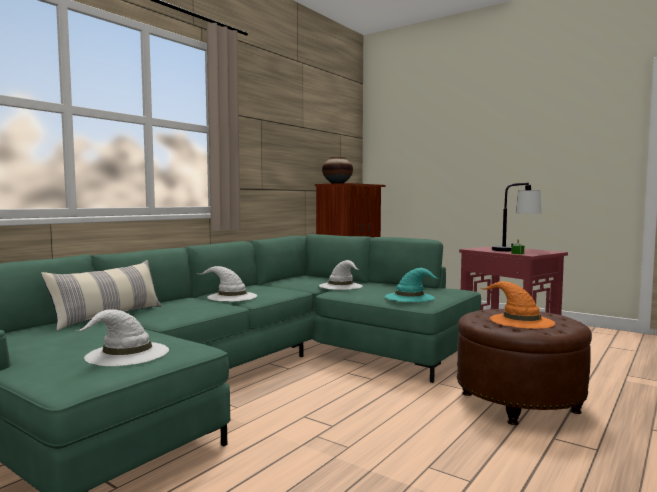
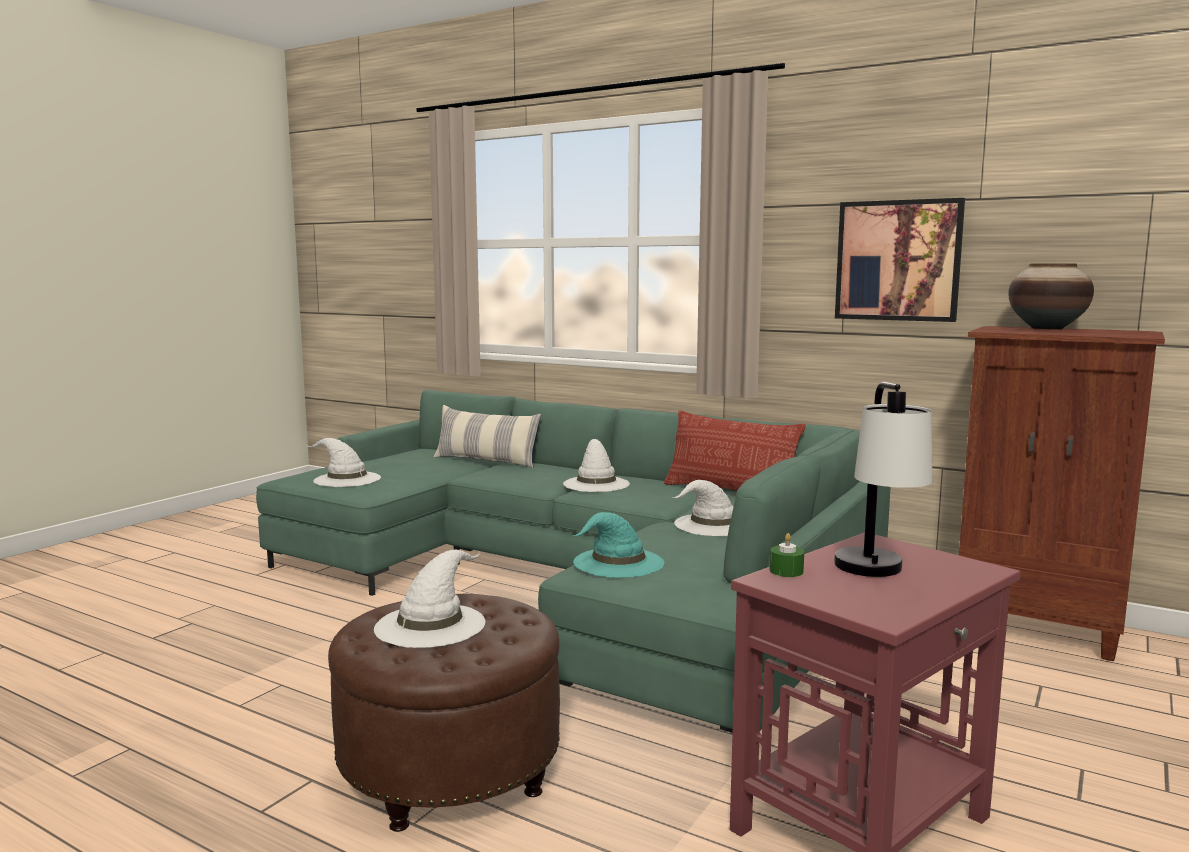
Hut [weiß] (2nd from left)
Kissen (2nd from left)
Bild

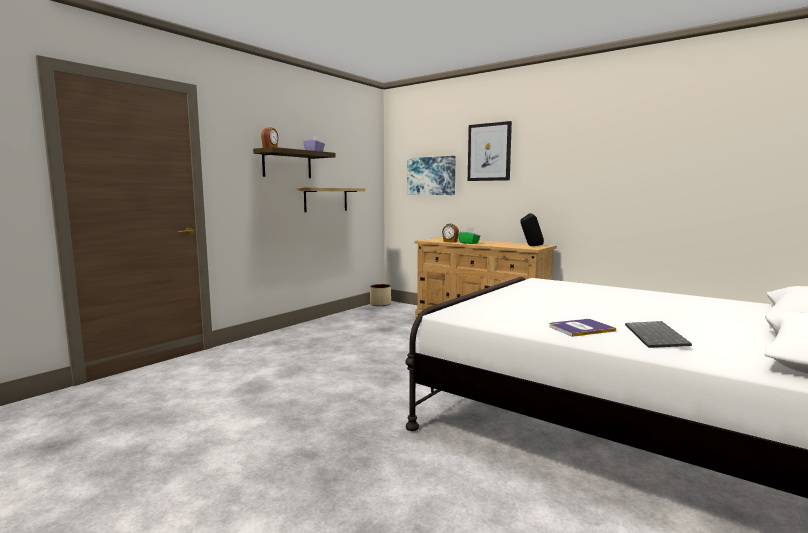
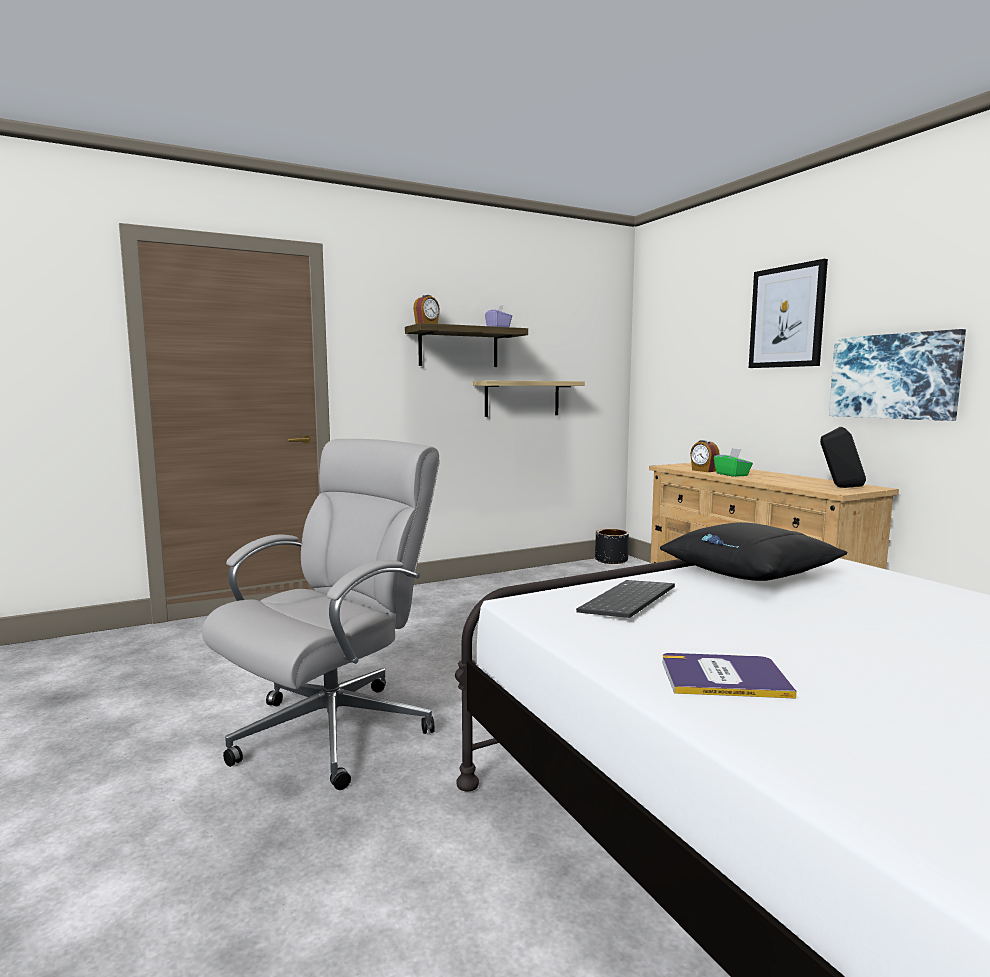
Bürostuhl [grau]
Tastatur
Pflanzkübel [schwarz]
Kissen [schwarz]
Bild (2nd from left)

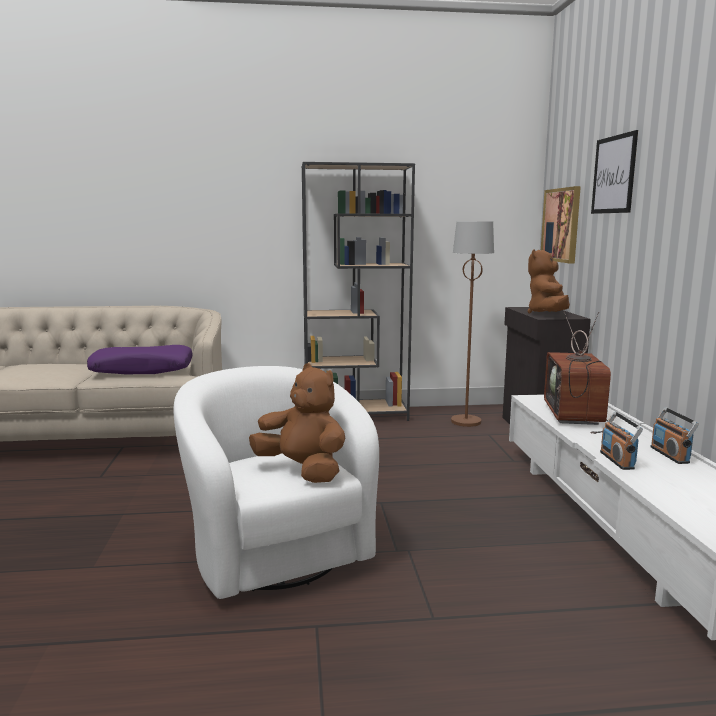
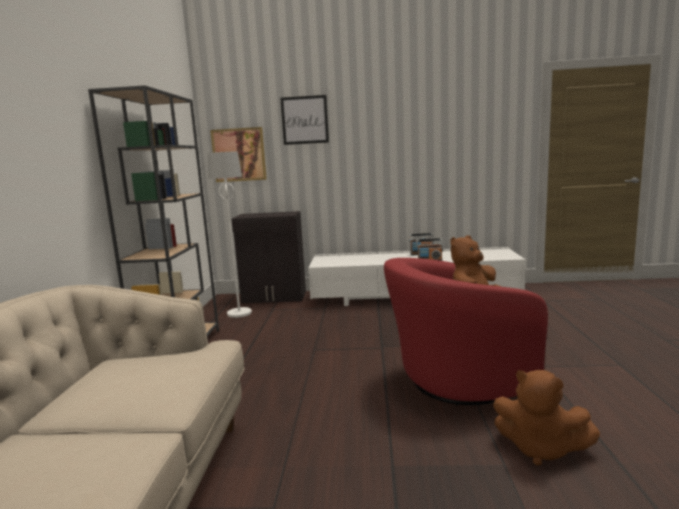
Stehlampe [weiß]
Sessel [rot]
Plüschtier [braun] (2nd from left)
Kissen [lila]
Fernseher

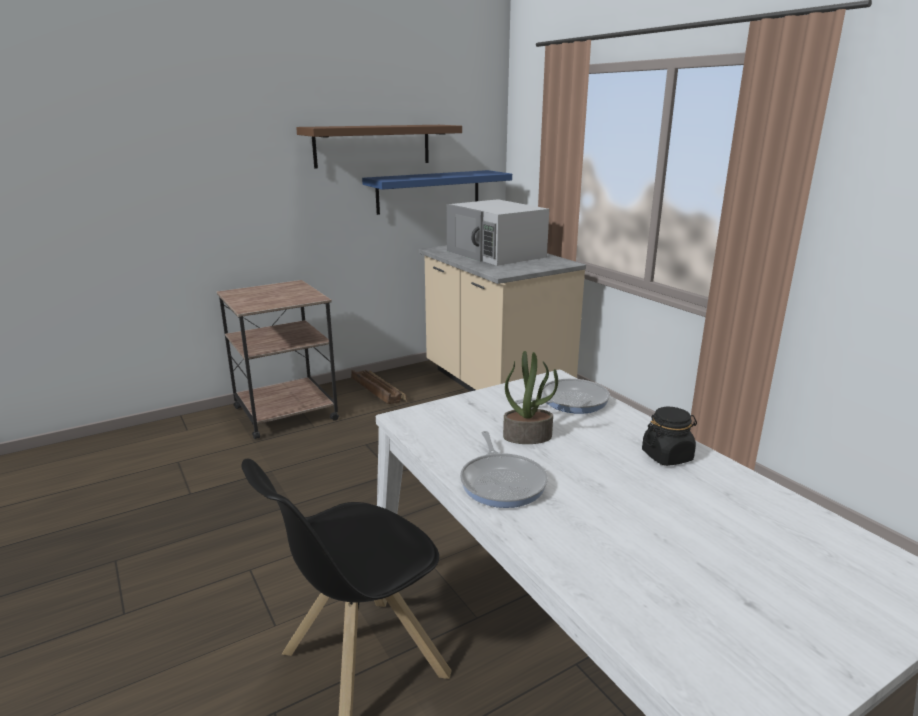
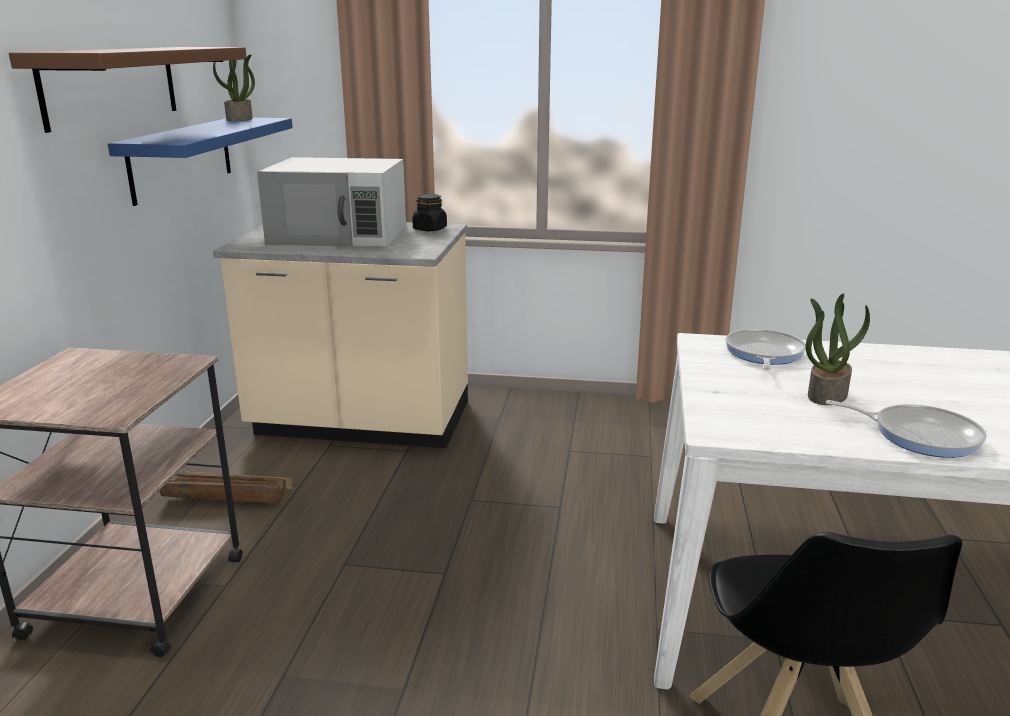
Topfpflanze (1st from left)
Vorratsglas [schwarz]

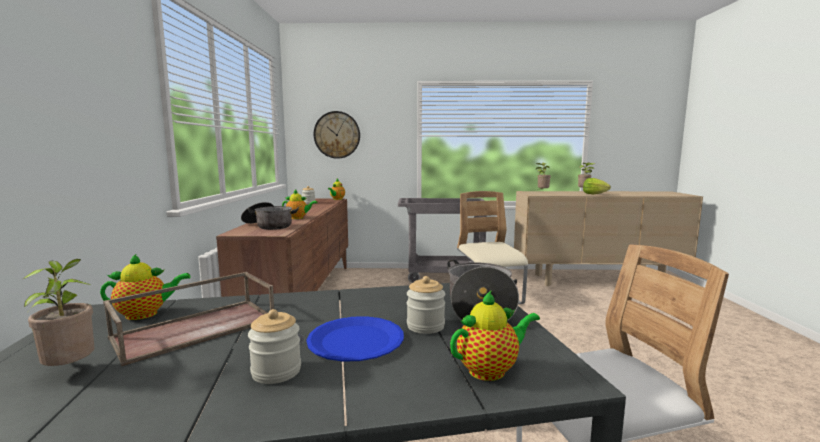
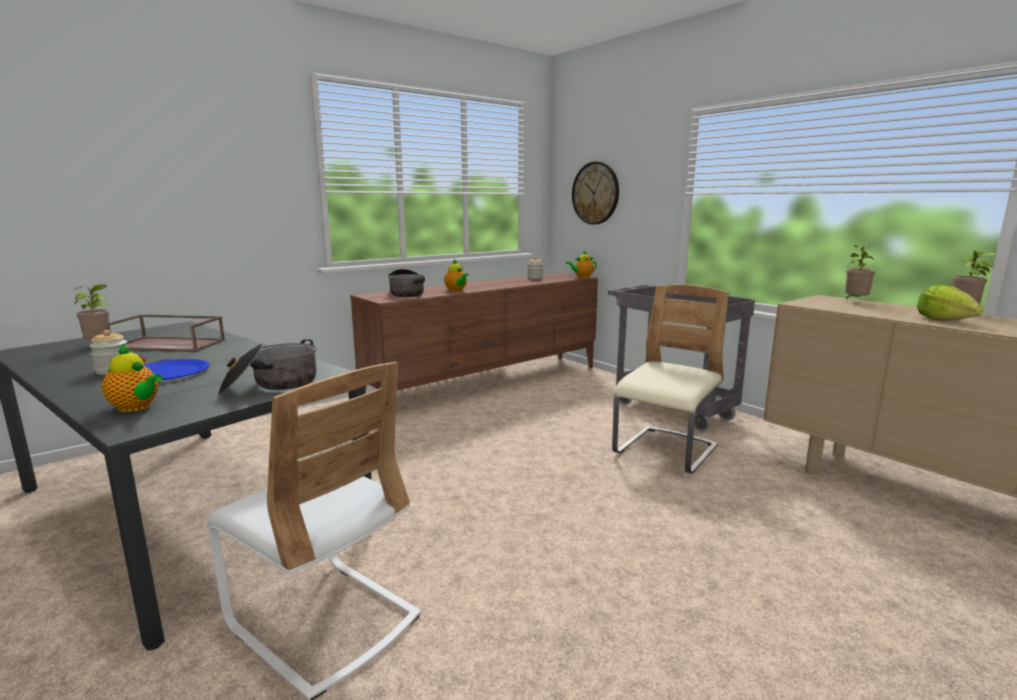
Teekanne (1st from left in the first image)
Vorratsglas (3rd from left in the first image)

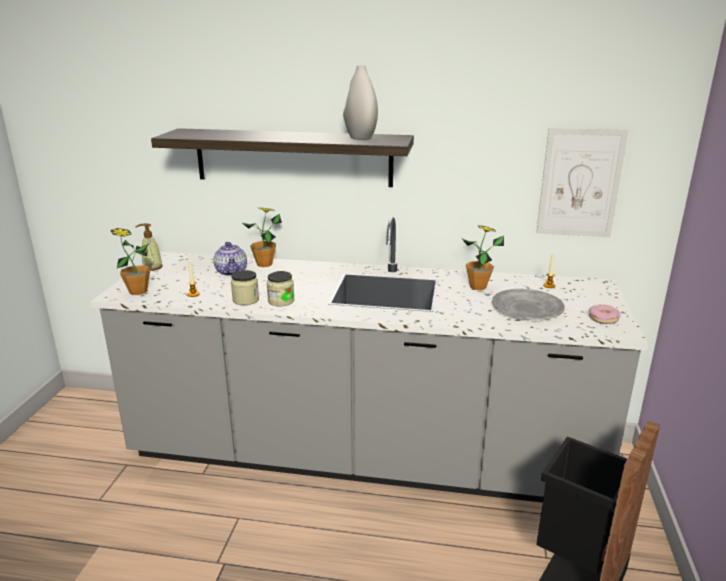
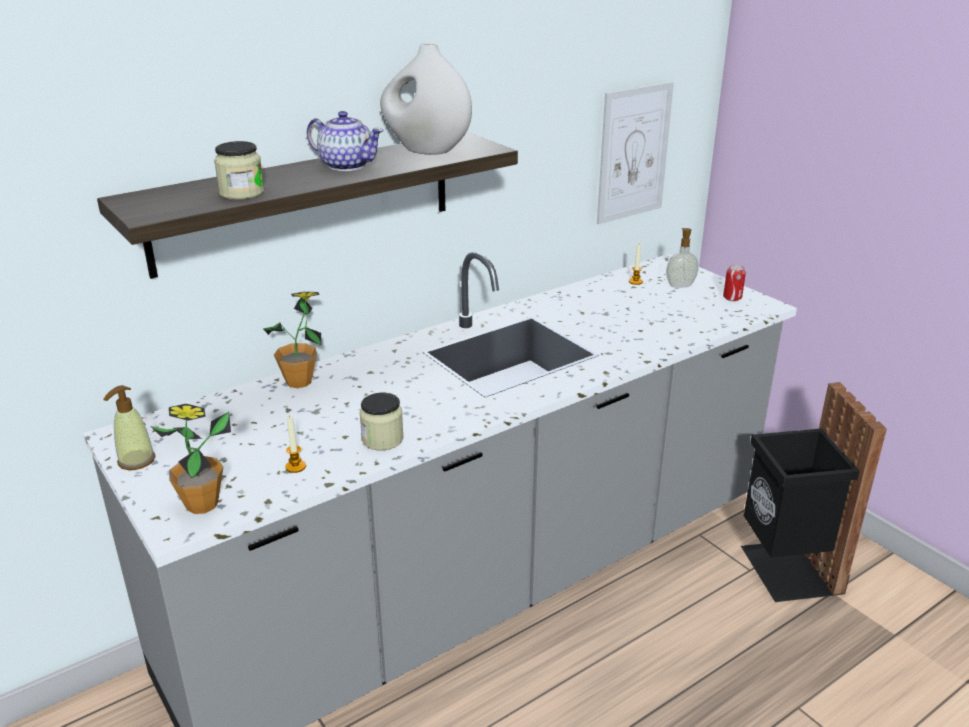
Vorratsglas (1st from left)
Teekanne
Seifenspender (2nd from left)
Dose
Topfpflanze (3rd from left in the first image)
Teller [grau]

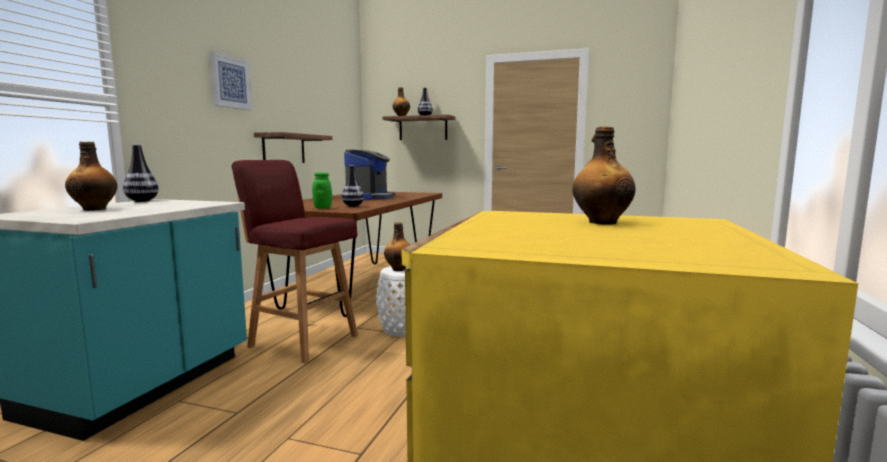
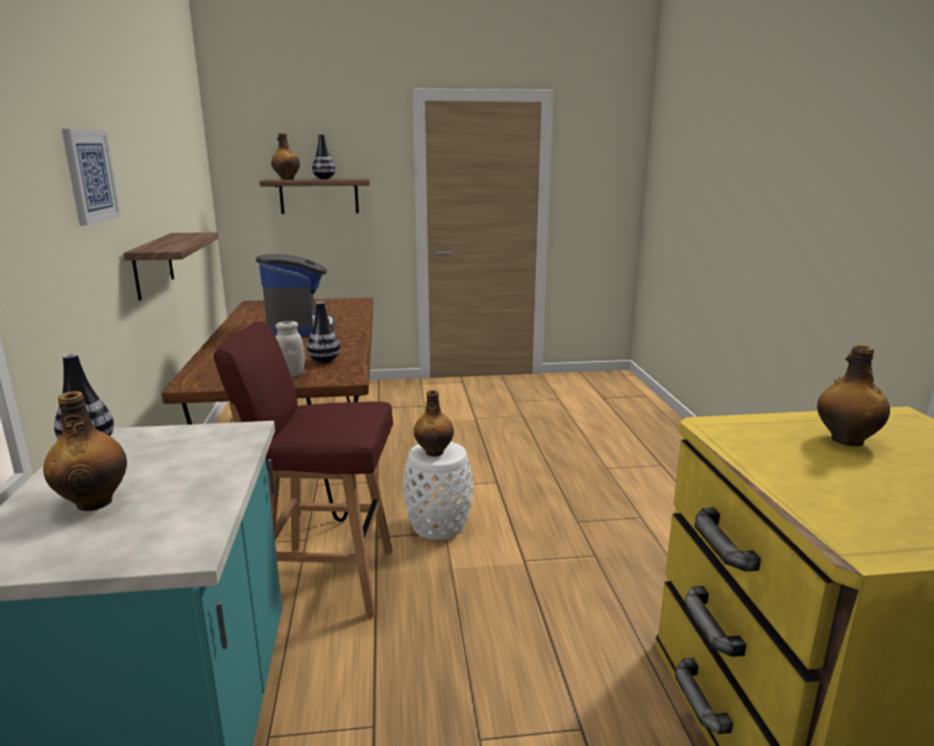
Vorratsglas [weiß]

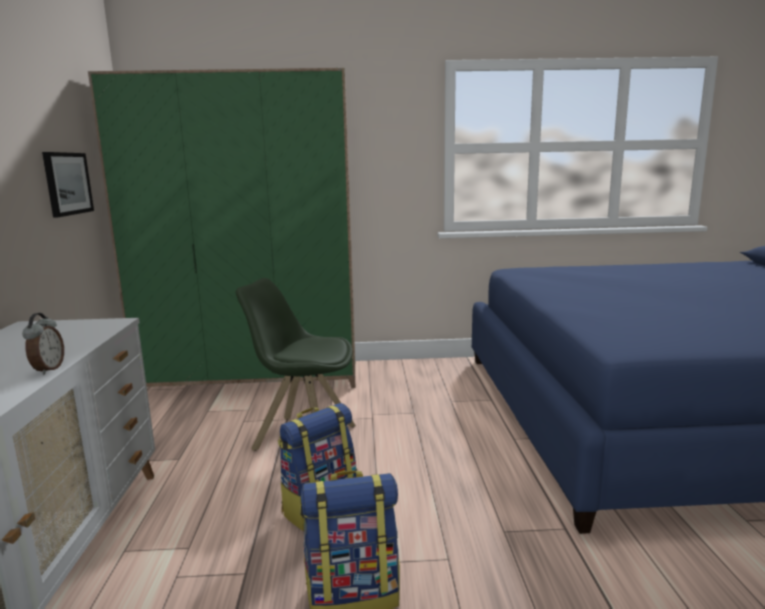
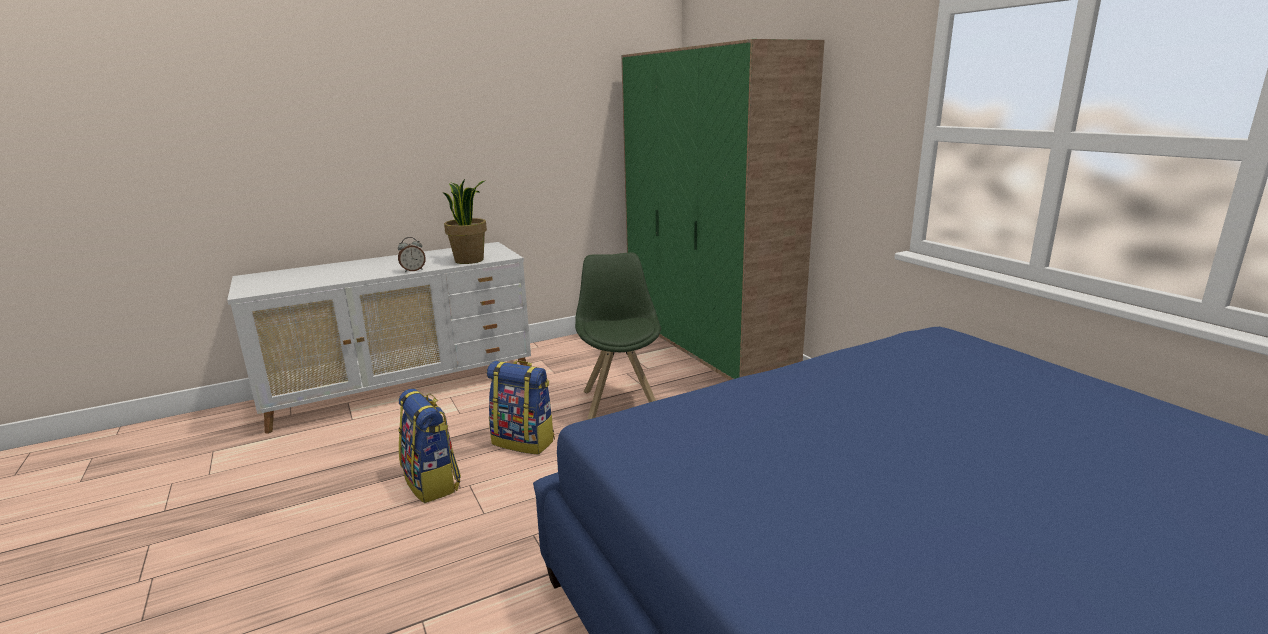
Topfpflanze
Bild

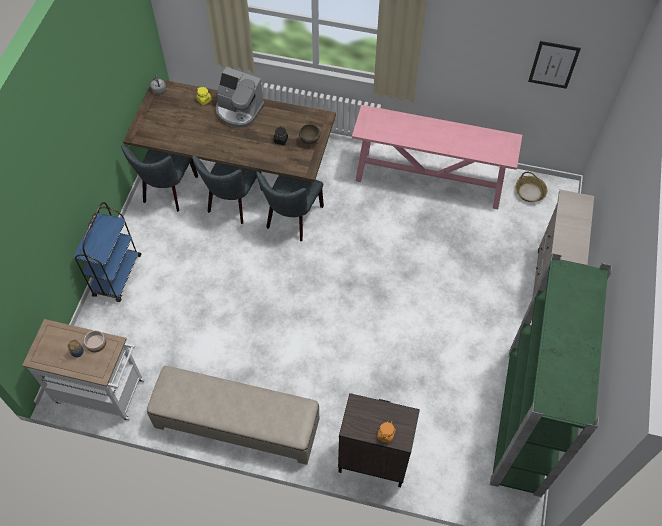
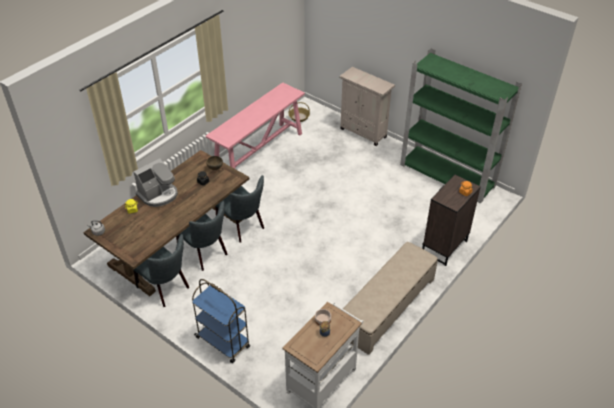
Bild

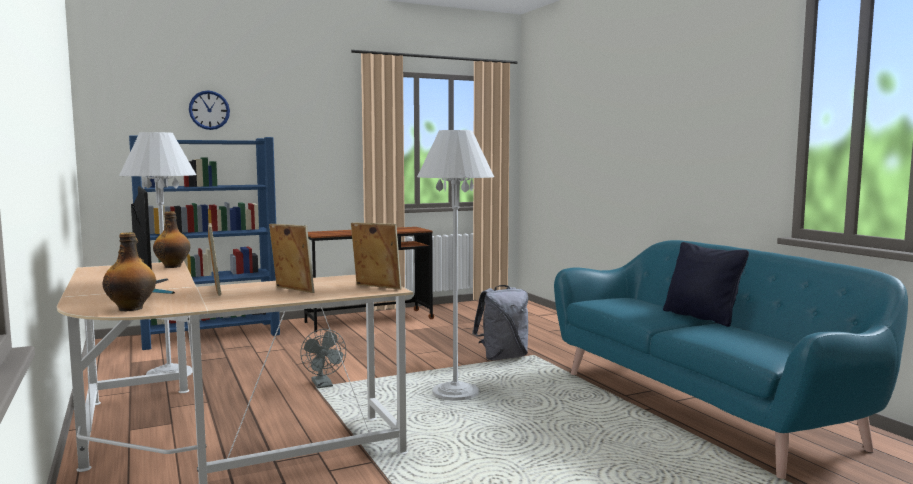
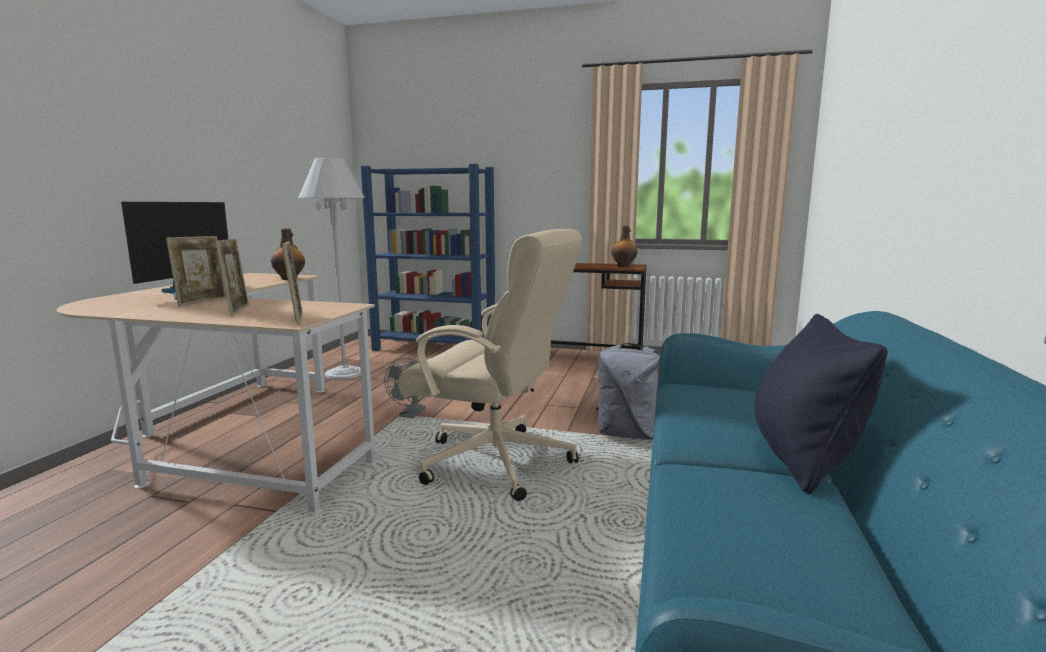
Bürostuhl [beige]
Flasche (2nd from left)
Wanduhr

